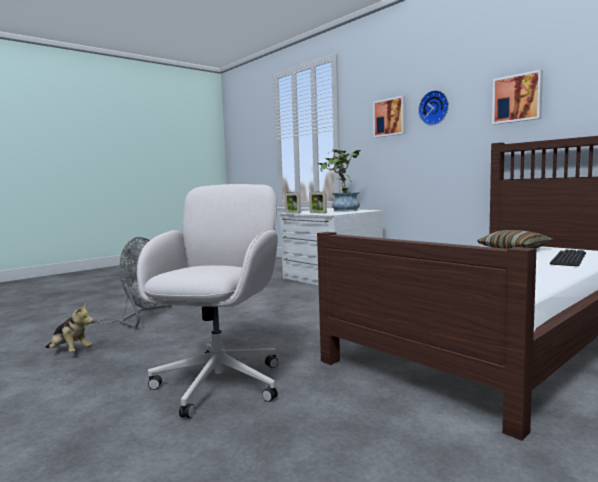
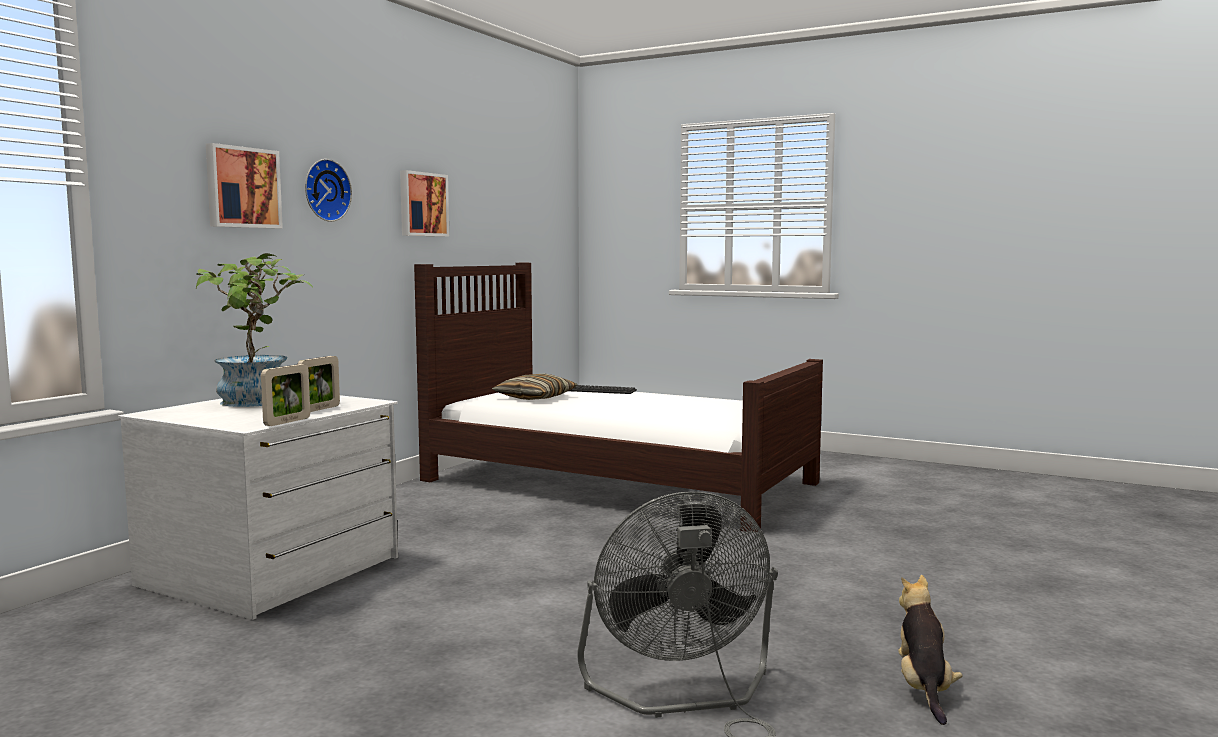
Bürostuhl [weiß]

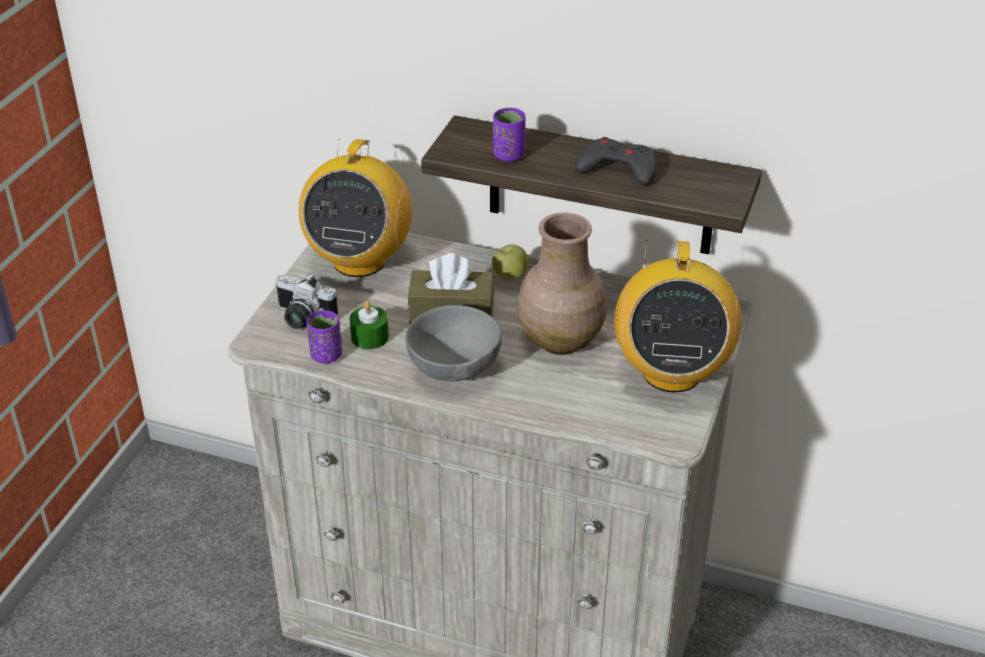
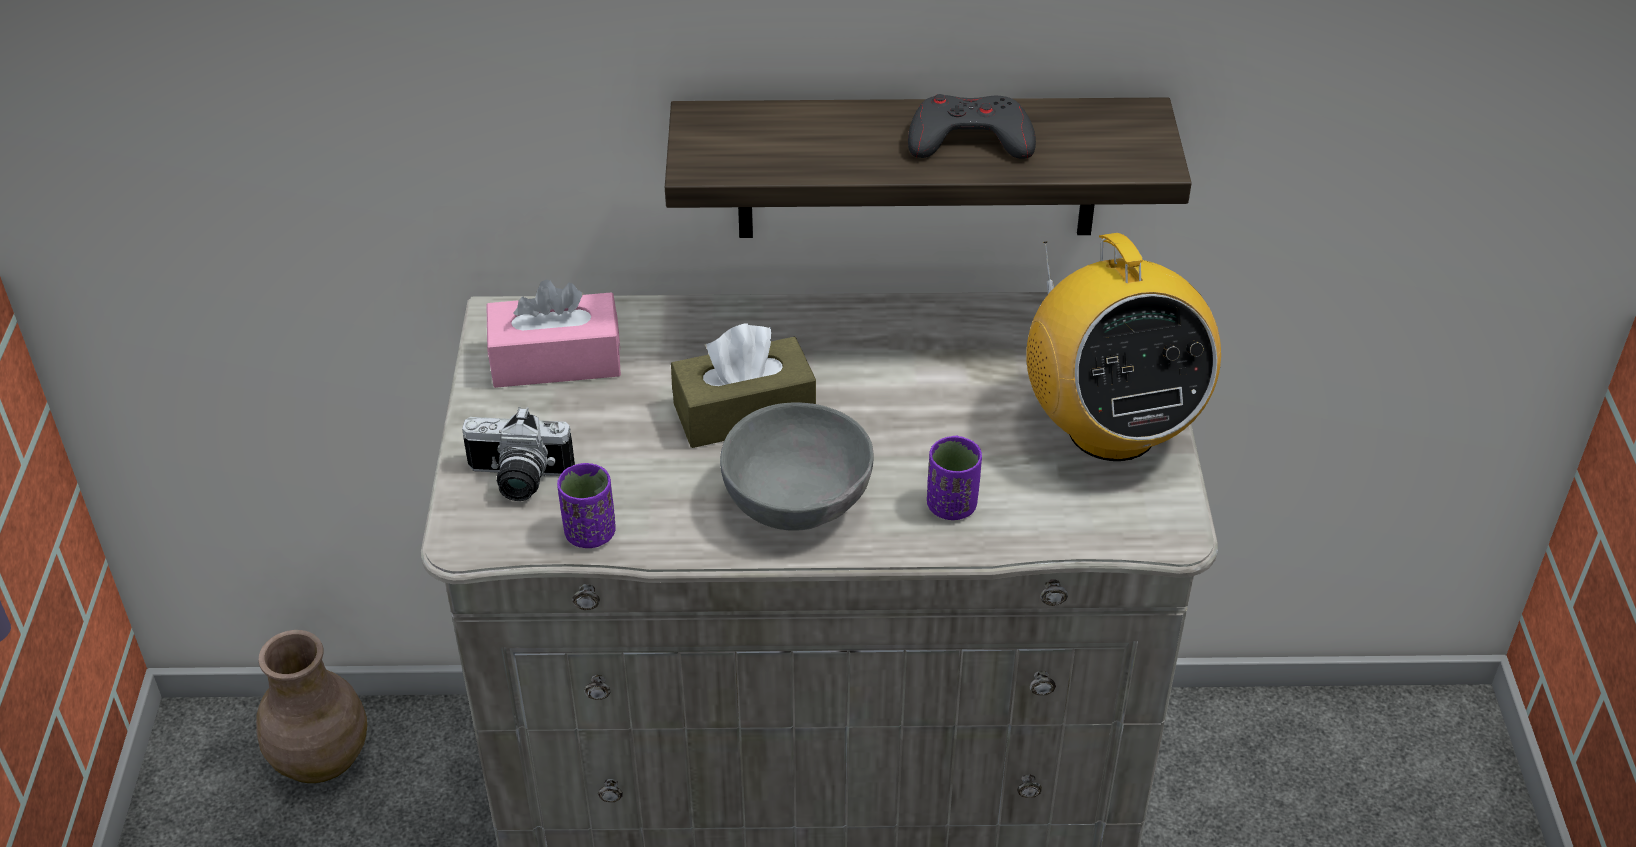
Vase [braun]
Taschentuchbox [rosa]
Tasse [lila] (2nd from left)
Kerze [grün]
Apfel

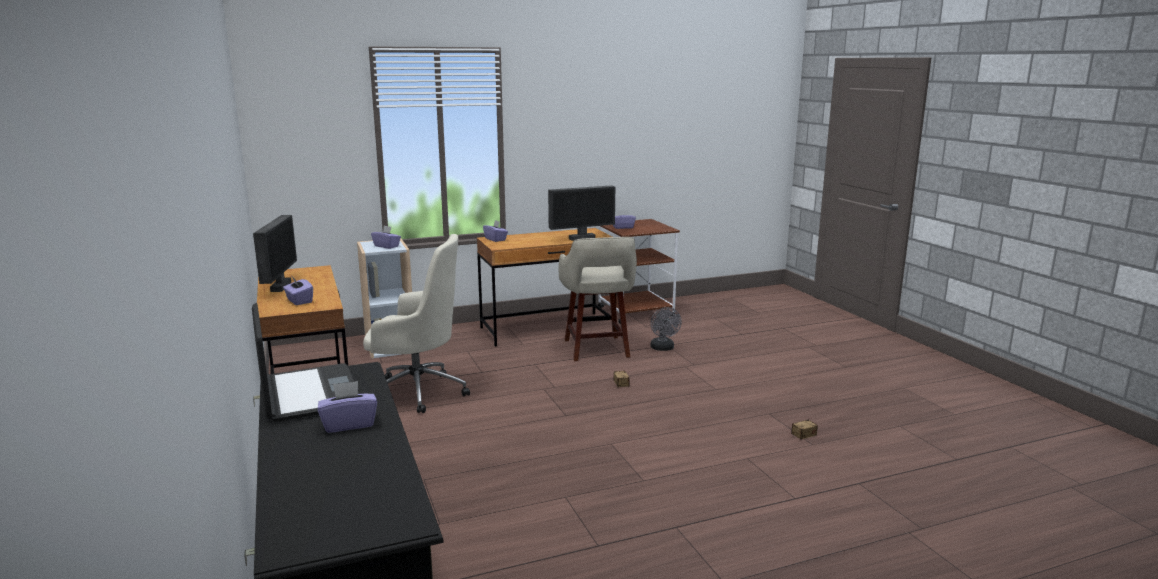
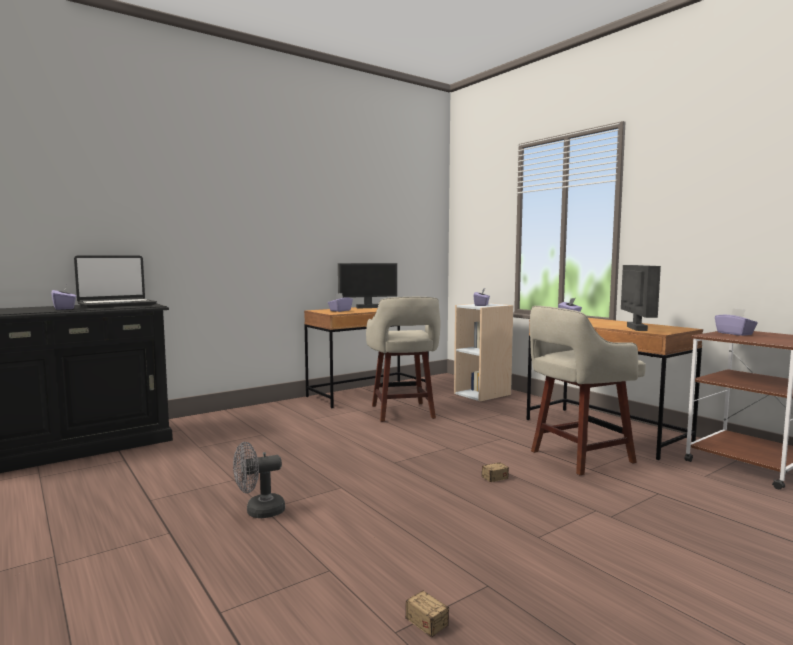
Ventilator [grau]
Hocker [beige] (1st from left)
Monitor (2nd from left)

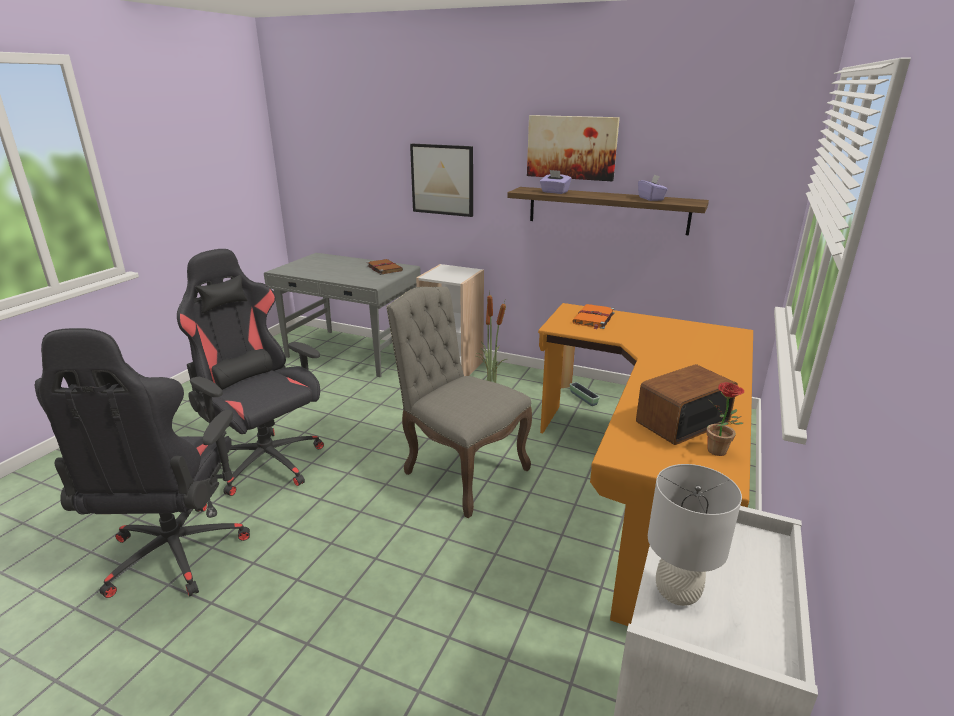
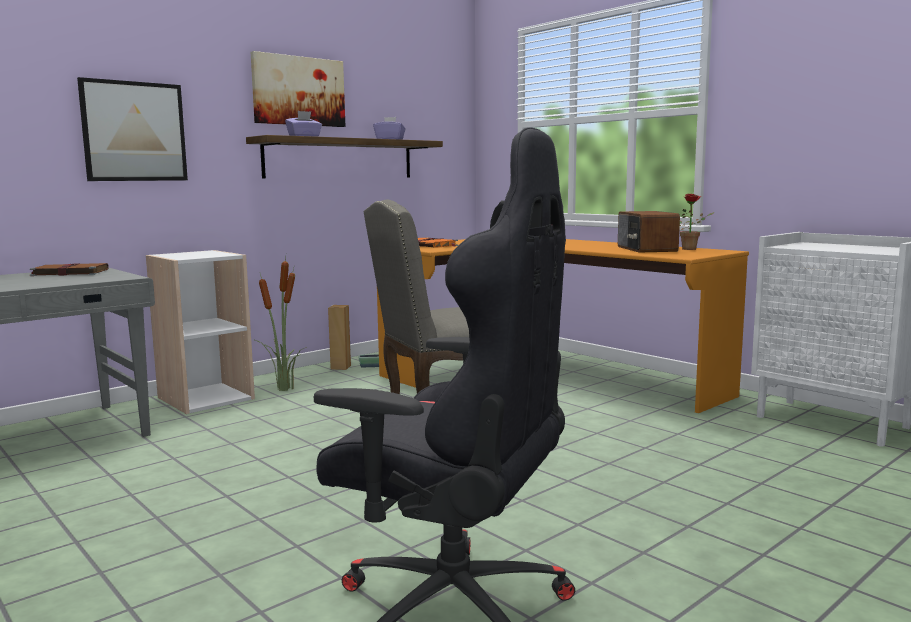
Bürostuhl [schwarz] (2nd from left in the first image)
Tischlampe [grau]

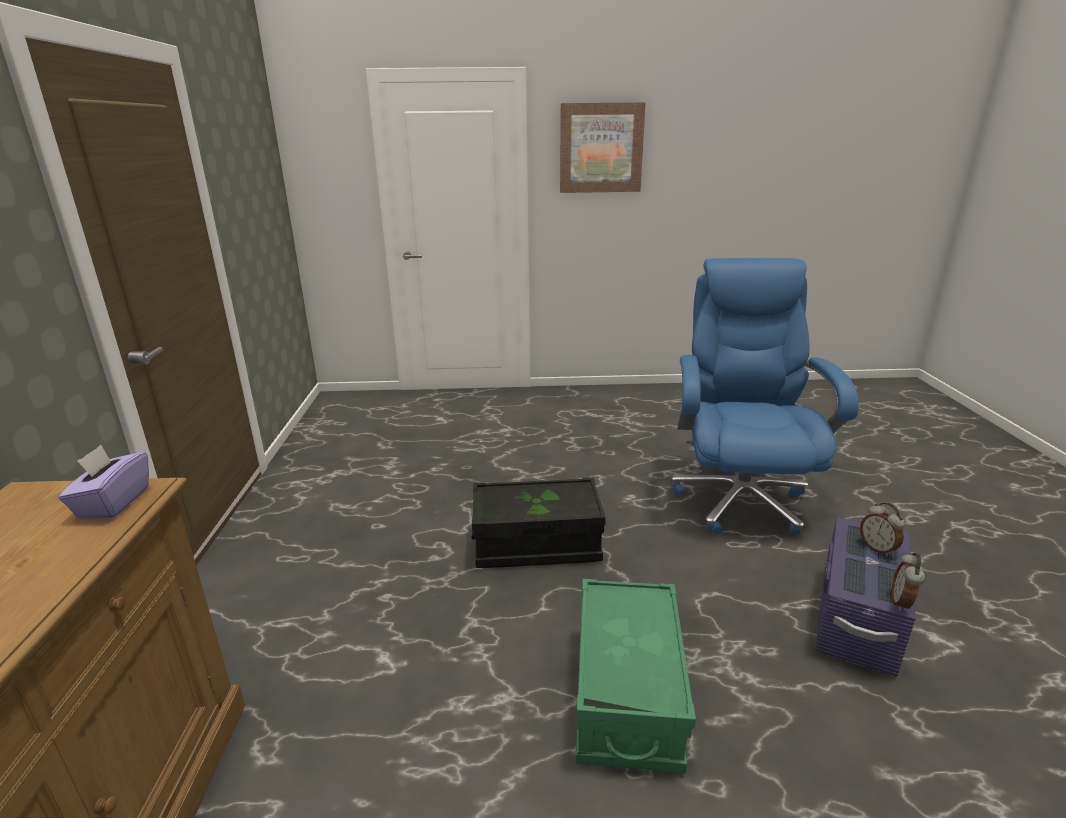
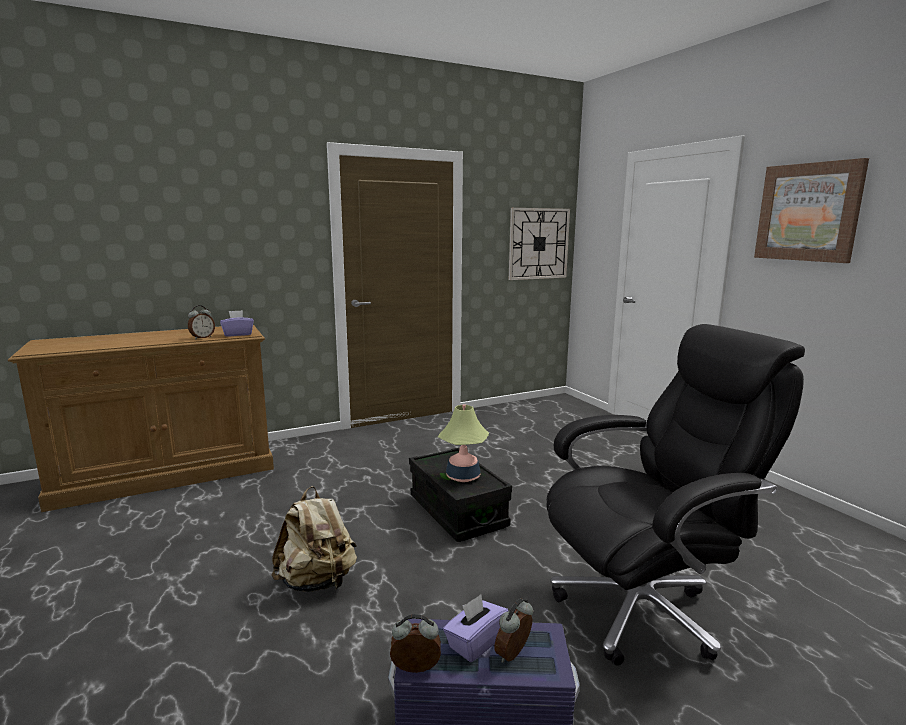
Wecker (1st from left)
Rucksack [beige]
Tischlampe
Taschentuchbox [lila] (2nd from left)
Wanduhr
Bürostuhl [schwarz]

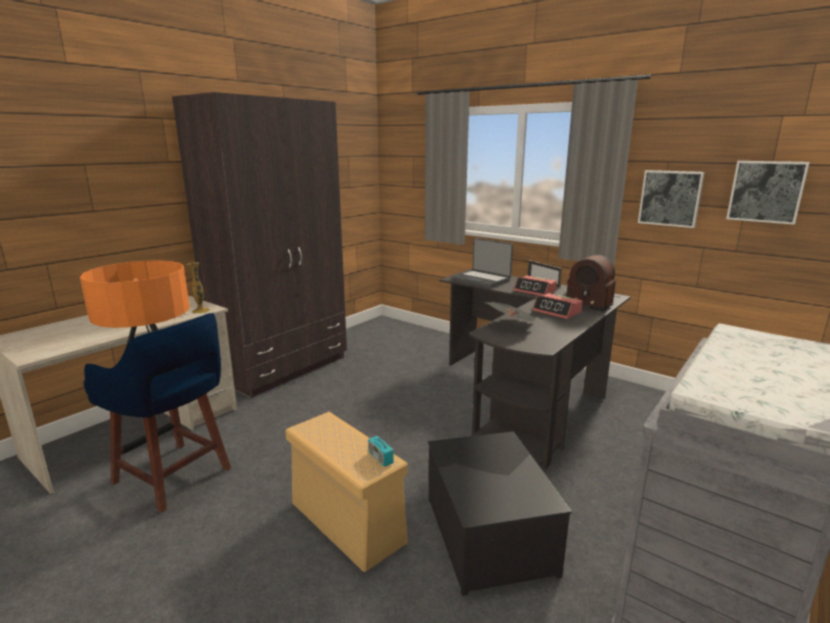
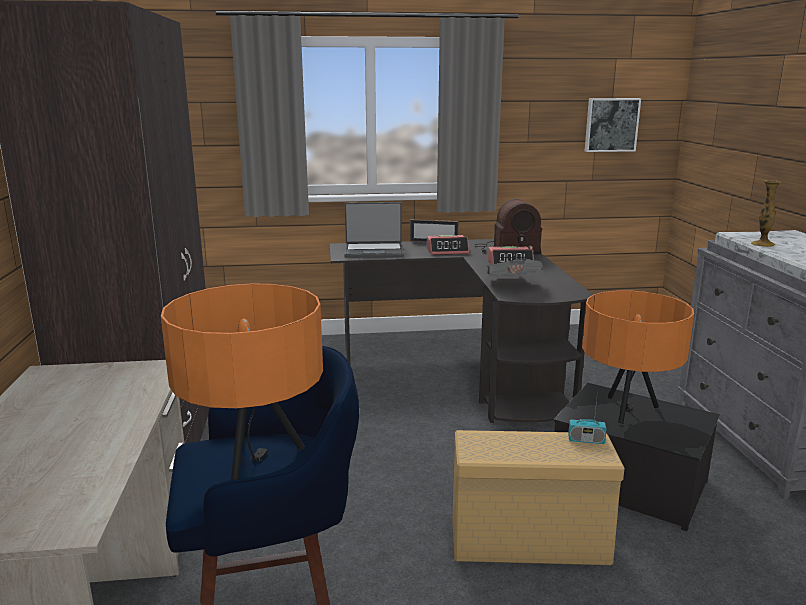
Tischlampe [orange] (2nd from left)
Vase
Bild (1st from left in the first image)

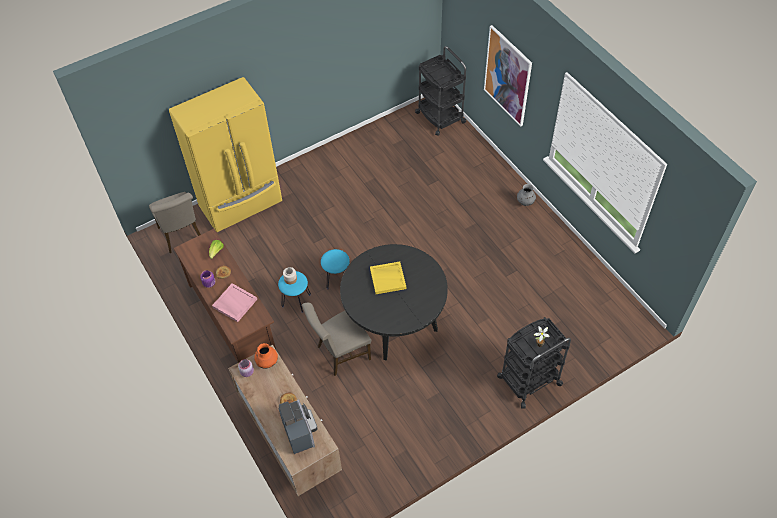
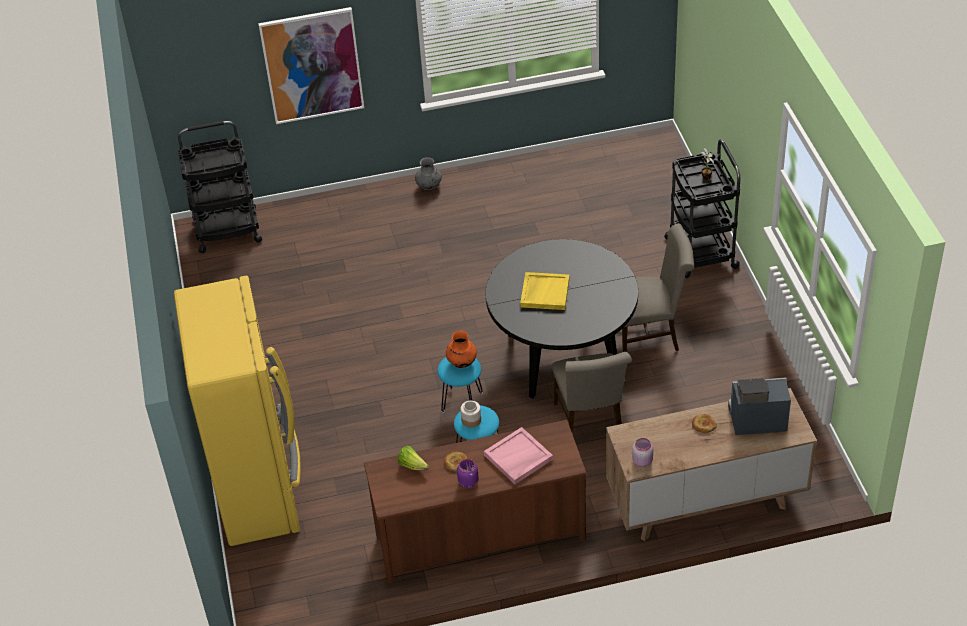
Vase [orange]
Stuhl [beige] (2nd from left)

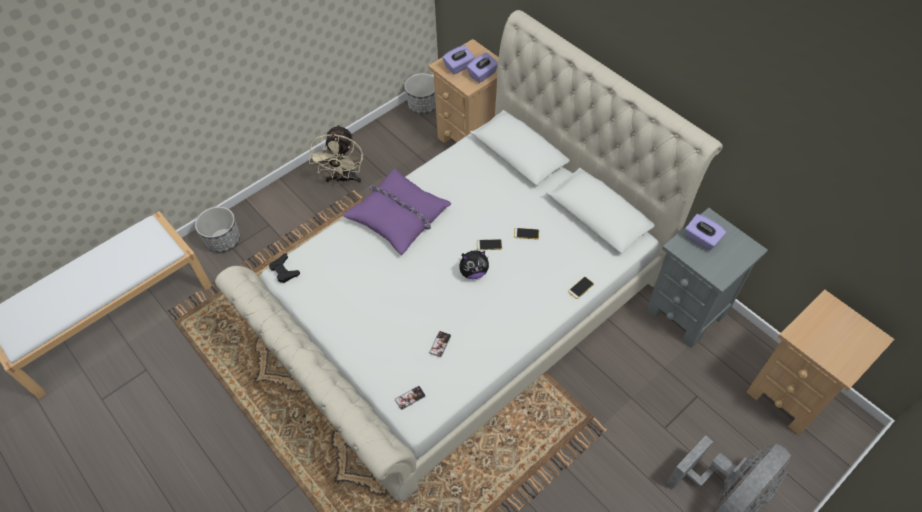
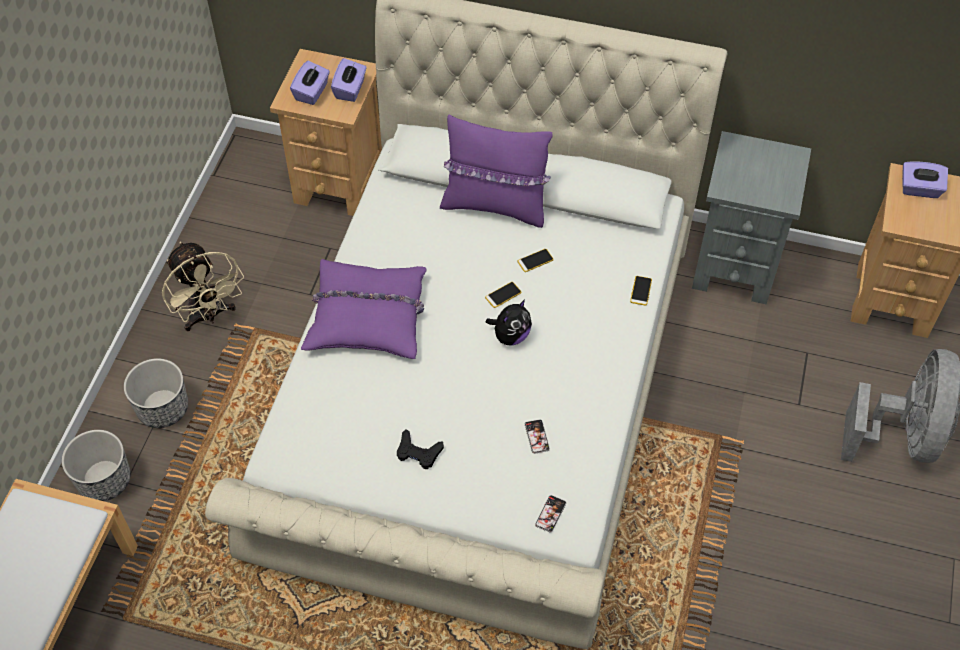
Pflanzkübel (2nd from left)
Gamepad [schwarz]
Kissen [lila] (2nd from left)
Taschentuchbox [lila] (3rd from left)

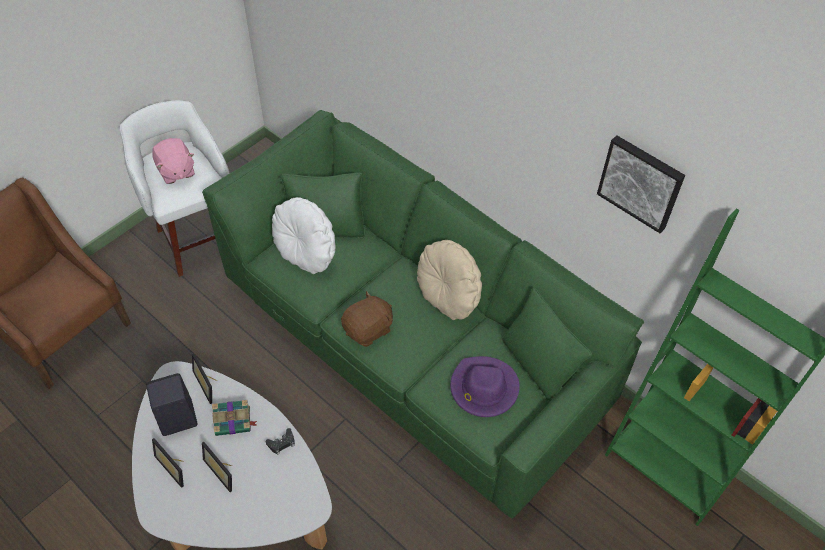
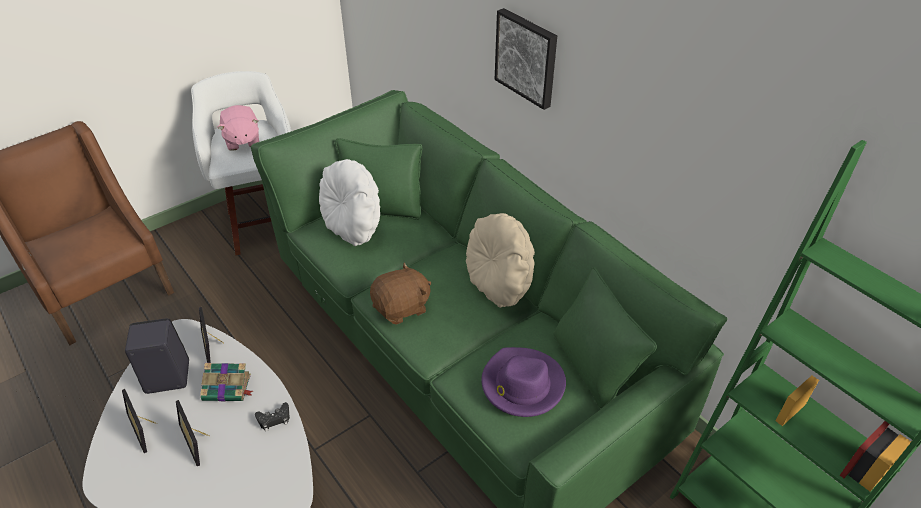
Bild

